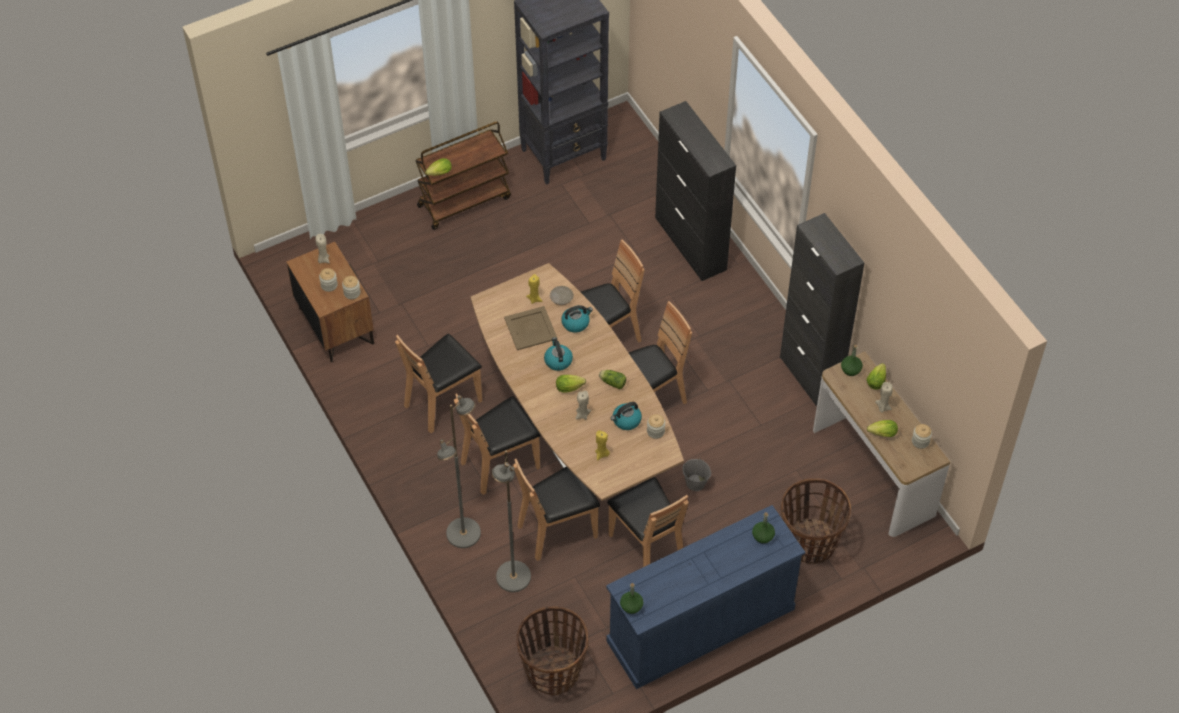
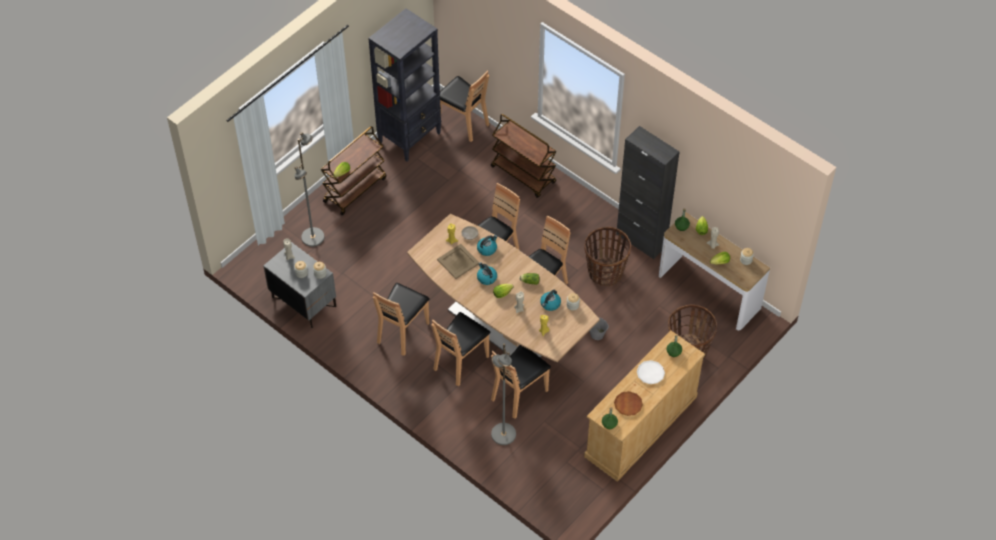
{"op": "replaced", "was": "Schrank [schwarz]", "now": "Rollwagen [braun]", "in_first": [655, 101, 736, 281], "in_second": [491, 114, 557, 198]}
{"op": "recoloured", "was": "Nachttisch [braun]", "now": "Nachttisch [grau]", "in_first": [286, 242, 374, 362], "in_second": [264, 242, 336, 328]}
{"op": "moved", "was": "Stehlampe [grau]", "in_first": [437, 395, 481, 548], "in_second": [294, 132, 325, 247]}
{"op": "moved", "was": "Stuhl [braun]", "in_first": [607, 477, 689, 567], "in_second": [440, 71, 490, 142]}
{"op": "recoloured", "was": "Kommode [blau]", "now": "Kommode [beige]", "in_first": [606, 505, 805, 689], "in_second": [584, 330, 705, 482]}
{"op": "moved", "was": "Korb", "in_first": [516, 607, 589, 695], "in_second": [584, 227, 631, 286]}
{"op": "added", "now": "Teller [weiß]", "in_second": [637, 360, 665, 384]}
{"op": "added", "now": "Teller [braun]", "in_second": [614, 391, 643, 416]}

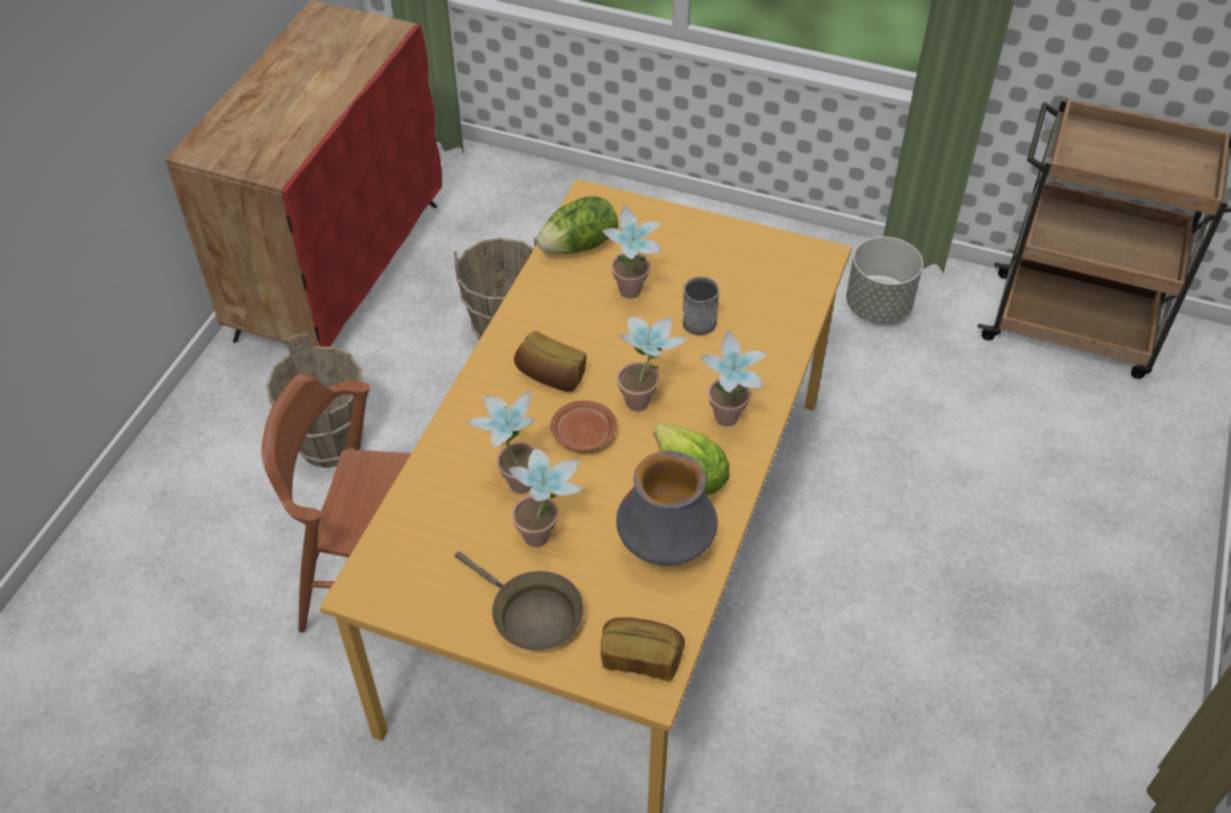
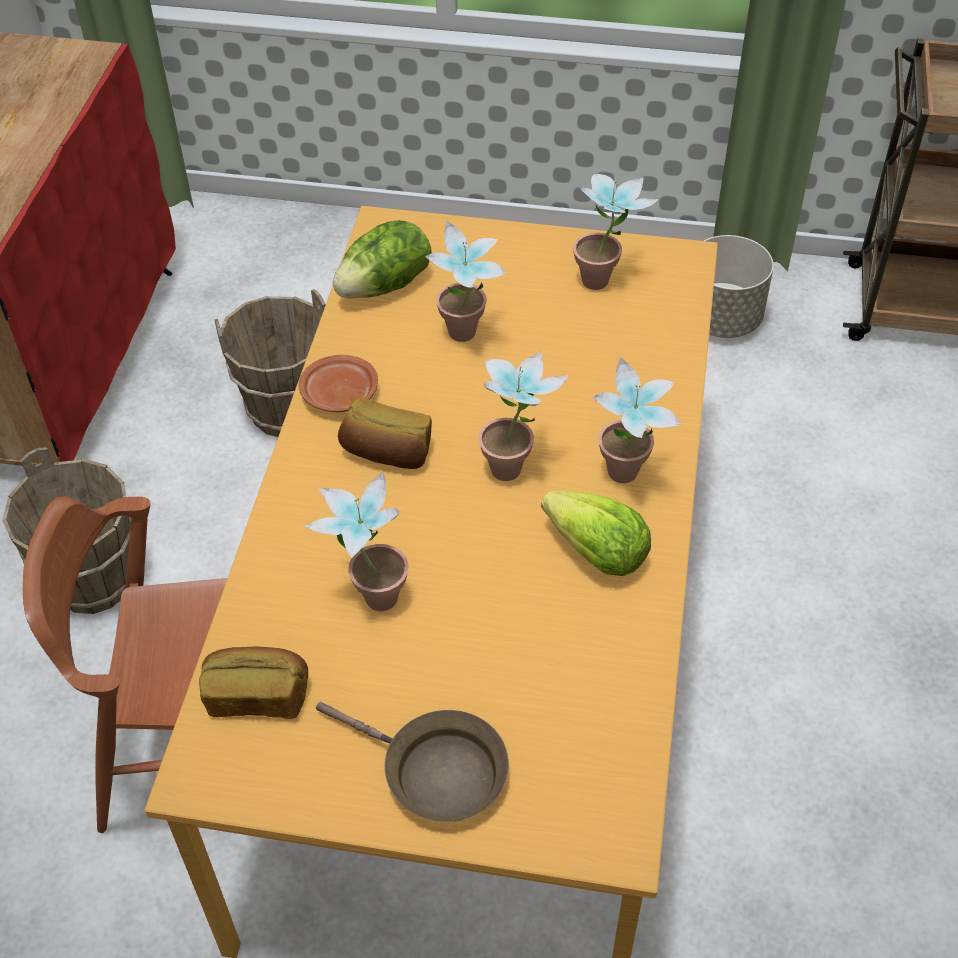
{"op": "removed", "was": "Henkelbecher [grau]", "in_first": [683, 277, 719, 336]}
{"op": "moved", "was": "Teller [braun]", "in_first": [551, 400, 617, 452], "in_second": [299, 355, 378, 412]}
{"op": "moved", "was": "Topfpflanze", "in_first": [508, 449, 584, 547], "in_second": [573, 174, 658, 290]}
{"op": "removed", "was": "Vase", "in_first": [616, 451, 718, 566]}
{"op": "moved", "was": "Brot", "in_first": [601, 617, 685, 681], "in_second": [199, 647, 308, 719]}

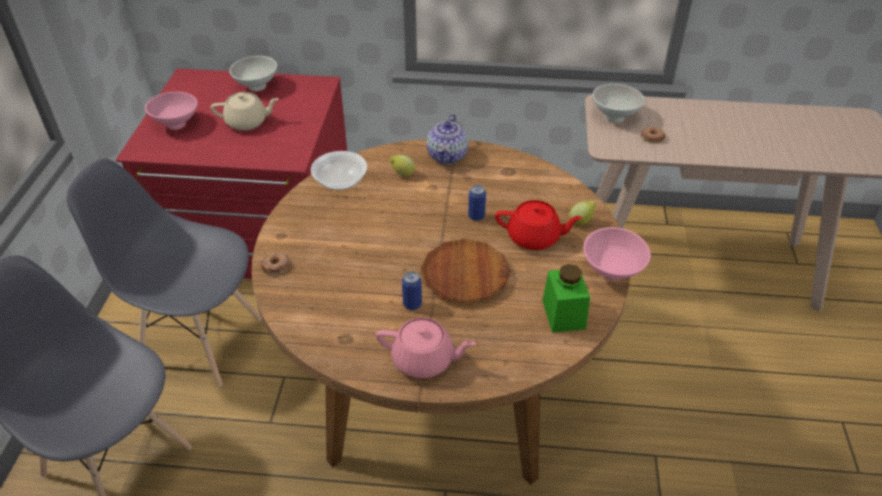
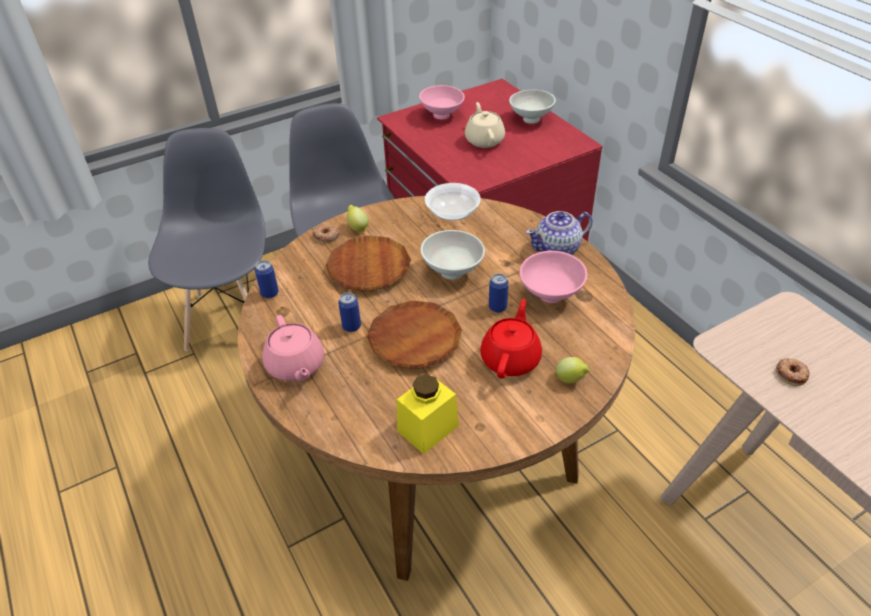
{"op": "moved", "was": "Schüssel [weiß]", "in_first": [592, 84, 645, 123], "in_second": [421, 230, 485, 280]}
{"op": "turned", "was": "Teekanne [beige]", "in_first": [211, 92, 279, 131], "in_second": [465, 102, 505, 148], "clockwise": -150}
{"op": "moved", "was": "Zitrone", "in_first": [389, 155, 415, 176], "in_second": [347, 205, 368, 232]}
{"op": "turned", "was": "Teekanne [rot]", "in_first": [495, 200, 583, 250], "in_second": [480, 299, 542, 379], "clockwise": -135}
{"op": "moved", "was": "Schüssel [rosa]", "in_first": [583, 227, 651, 280], "in_second": [520, 251, 587, 303]}
{"op": "recoloured", "was": "Vorratsglas [grün]", "now": "Vorratsglas [gelb]", "in_first": [542, 264, 590, 333], "in_second": [397, 374, 459, 454]}
{"op": "added", "now": "Teller [braun]", "in_second": [326, 235, 411, 291]}
{"op": "added", "now": "Dose", "in_second": [255, 260, 279, 299]}

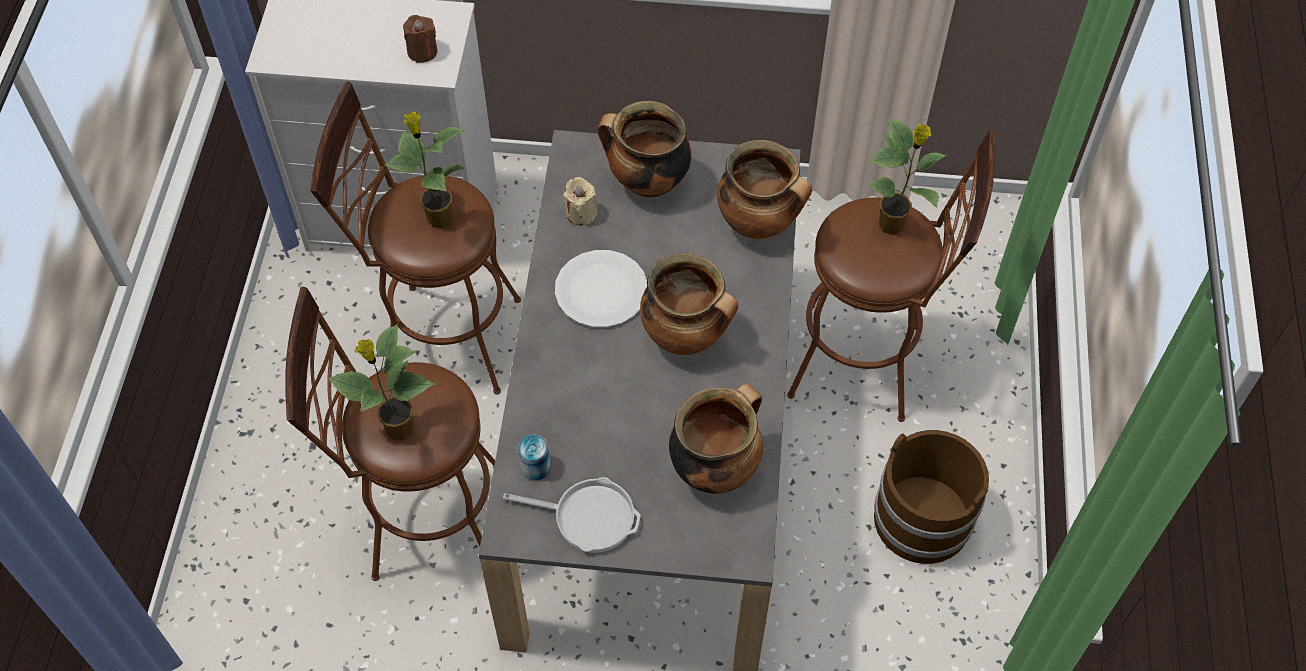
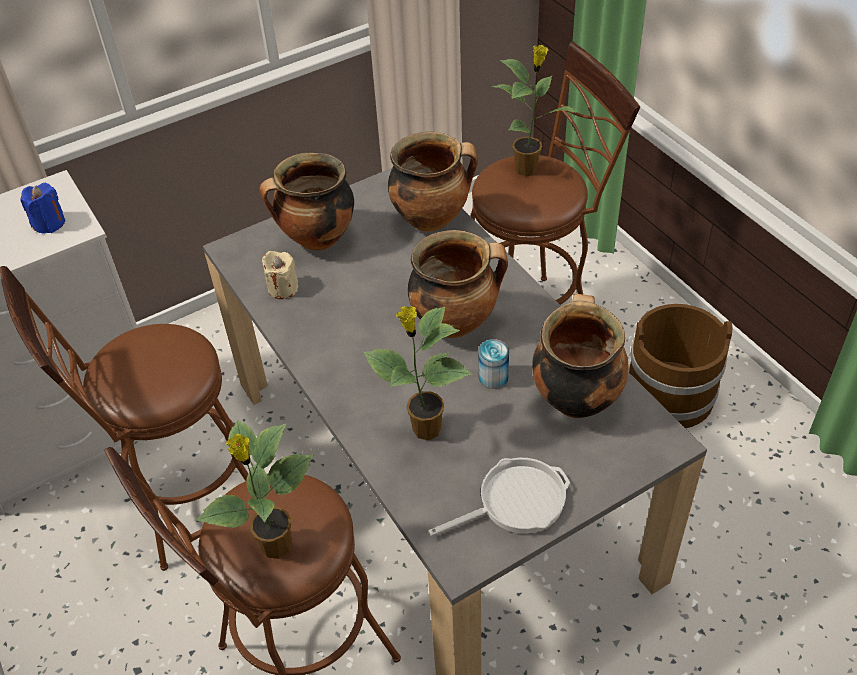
{"op": "recoloured", "was": "Kerze [braun]", "now": "Kerze [blau]", "in_first": [403, 15, 437, 63], "in_second": [20, 183, 65, 234]}
{"op": "moved", "was": "Topfpflanze", "in_first": [385, 112, 466, 228], "in_second": [363, 306, 472, 440]}
{"op": "removed", "was": "Teller [weiß]", "in_first": [555, 250, 647, 327]}
{"op": "moved", "was": "Dose", "in_first": [518, 435, 551, 481], "in_second": [479, 339, 509, 389]}

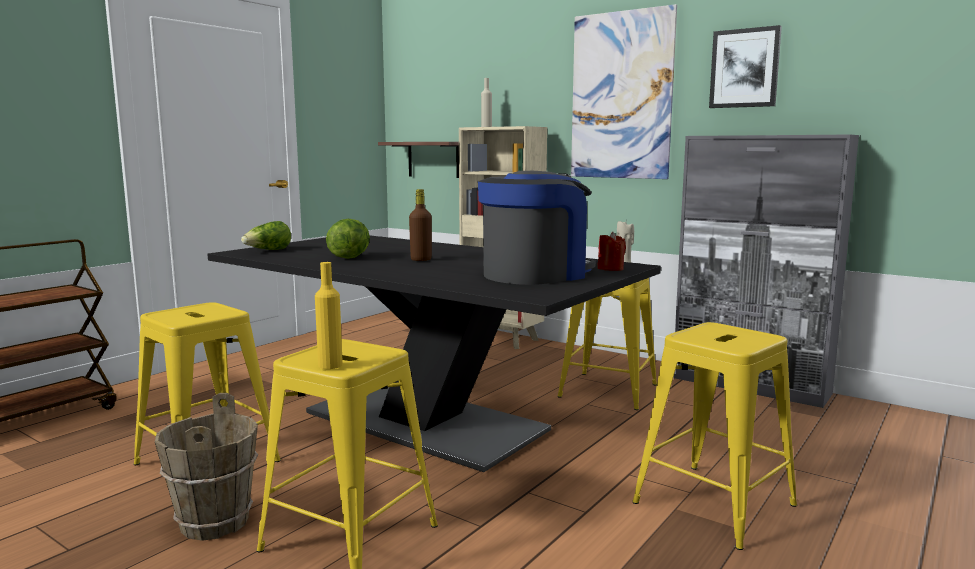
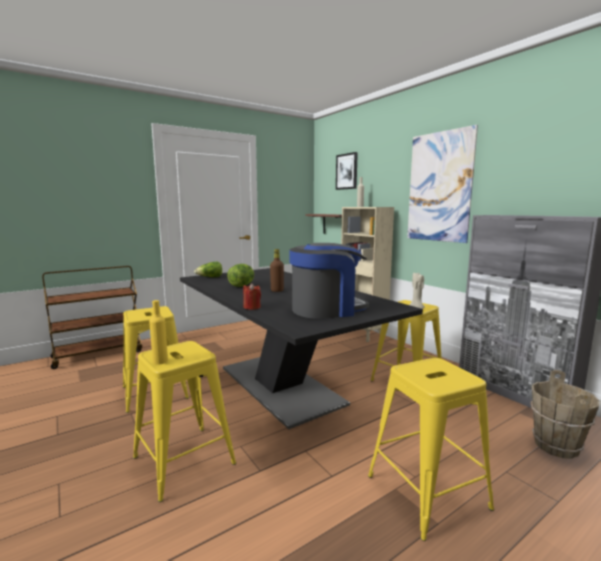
{"op": "moved", "was": "Bild", "in_first": [709, 25, 782, 108], "in_second": [336, 152, 358, 190]}
{"op": "moved", "was": "Kerze [rot]", "in_first": [597, 232, 626, 271], "in_second": [243, 283, 261, 310]}
{"op": "moved", "was": "Eimer [braun]", "in_first": [155, 393, 258, 541], "in_second": [530, 370, 600, 459]}

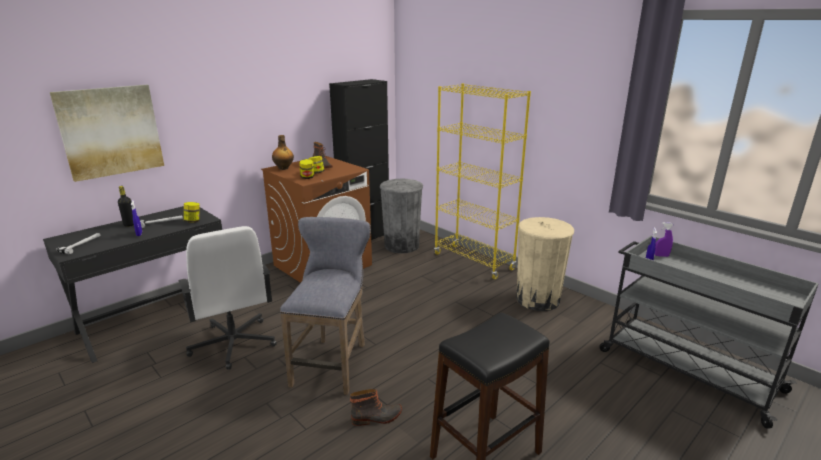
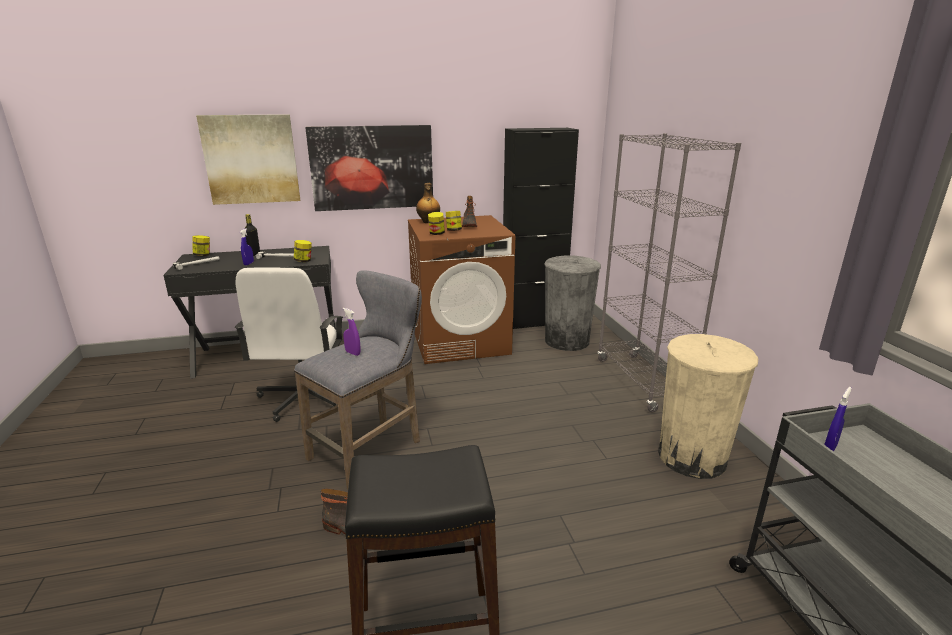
{"op": "recoloured", "was": "Bücherregal [gelb]", "now": "Bücherregal [grau]", "in_first": [434, 83, 531, 279], "in_second": [597, 133, 741, 412]}
{"op": "moved", "was": "Sprühflasche [lila]", "in_first": [655, 222, 673, 257], "in_second": [343, 308, 361, 356]}
{"op": "added", "now": "Bild", "in_second": [305, 125, 433, 211]}
{"op": "added", "now": "Vorratsglas", "in_second": [192, 235, 210, 256]}

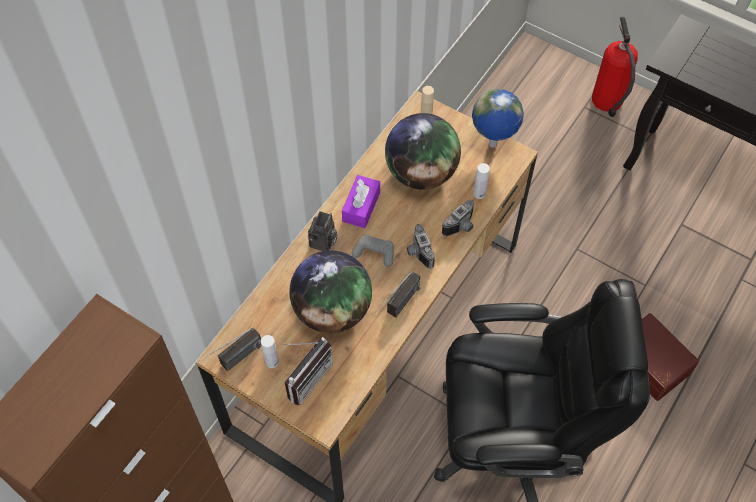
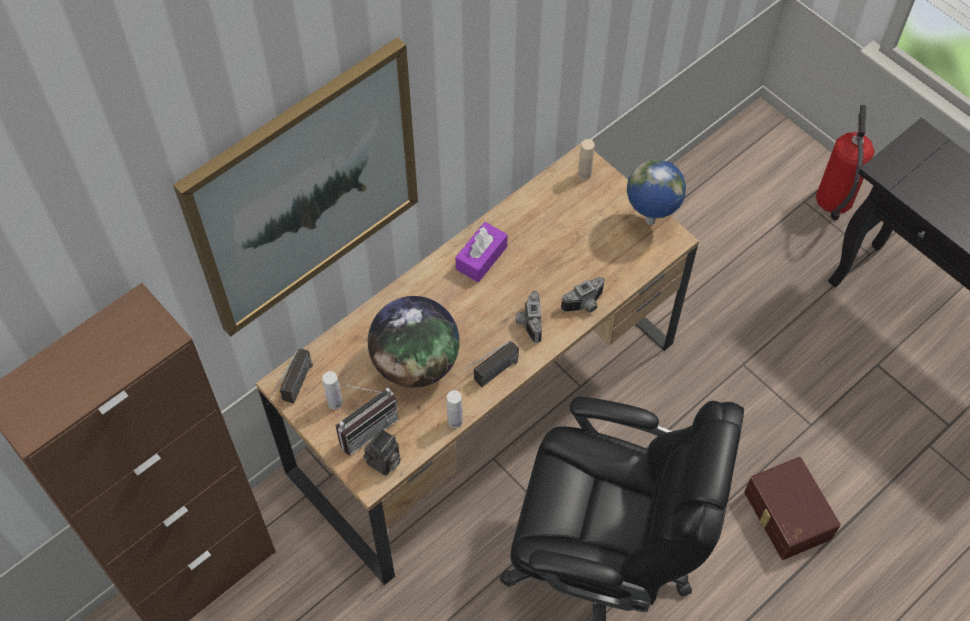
{"op": "removed", "was": "Globus", "in_first": [385, 113, 461, 189]}
{"op": "moved", "was": "Flasche [weiß]", "in_first": [473, 163, 490, 199], "in_second": [447, 390, 463, 428]}
{"op": "moved", "was": "Kamera", "in_first": [308, 211, 337, 251], "in_second": [363, 429, 401, 476]}
{"op": "removed", "was": "Gamepad [grau]", "in_first": [352, 234, 394, 267]}
{"op": "turned", "was": "Radio", "in_first": [195, 328, 261, 371], "in_second": [267, 348, 313, 404], "clockwise": -45}
{"op": "added", "now": "Bild", "in_second": [173, 37, 418, 337]}

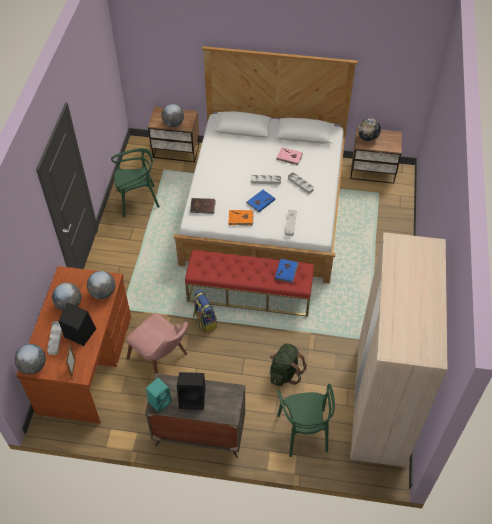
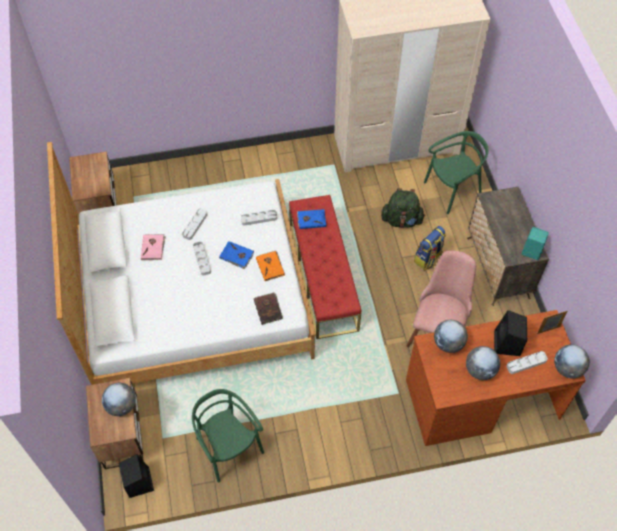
{"op": "removed", "was": "Globus", "in_first": [358, 118, 381, 141]}
{"op": "moved", "was": "Rucksack", "in_first": [193, 290, 217, 333], "in_second": [414, 226, 446, 270]}
{"op": "moved", "was": "Lautsprecher [schwarz]", "in_first": [177, 372, 206, 410], "in_second": [119, 454, 154, 498]}

